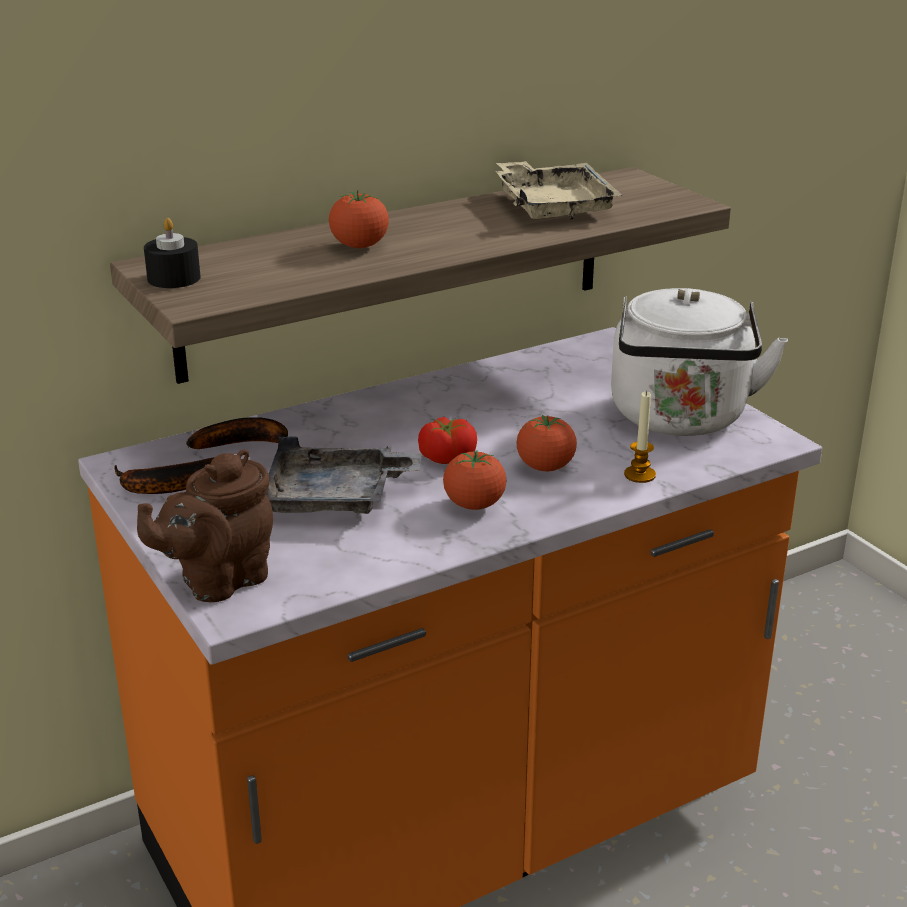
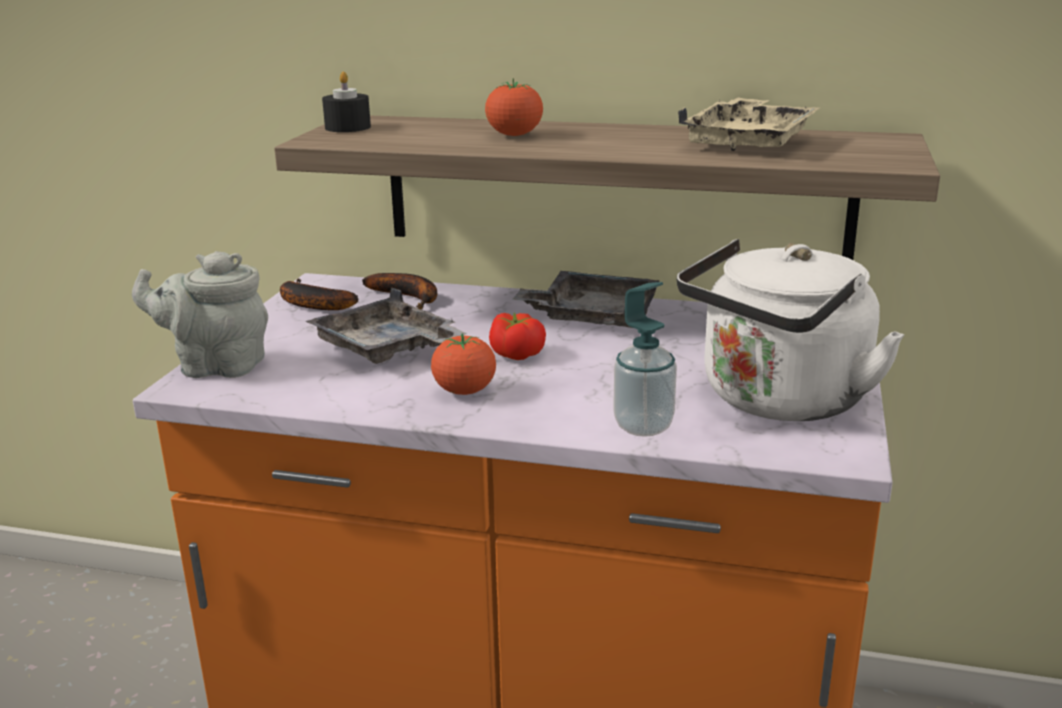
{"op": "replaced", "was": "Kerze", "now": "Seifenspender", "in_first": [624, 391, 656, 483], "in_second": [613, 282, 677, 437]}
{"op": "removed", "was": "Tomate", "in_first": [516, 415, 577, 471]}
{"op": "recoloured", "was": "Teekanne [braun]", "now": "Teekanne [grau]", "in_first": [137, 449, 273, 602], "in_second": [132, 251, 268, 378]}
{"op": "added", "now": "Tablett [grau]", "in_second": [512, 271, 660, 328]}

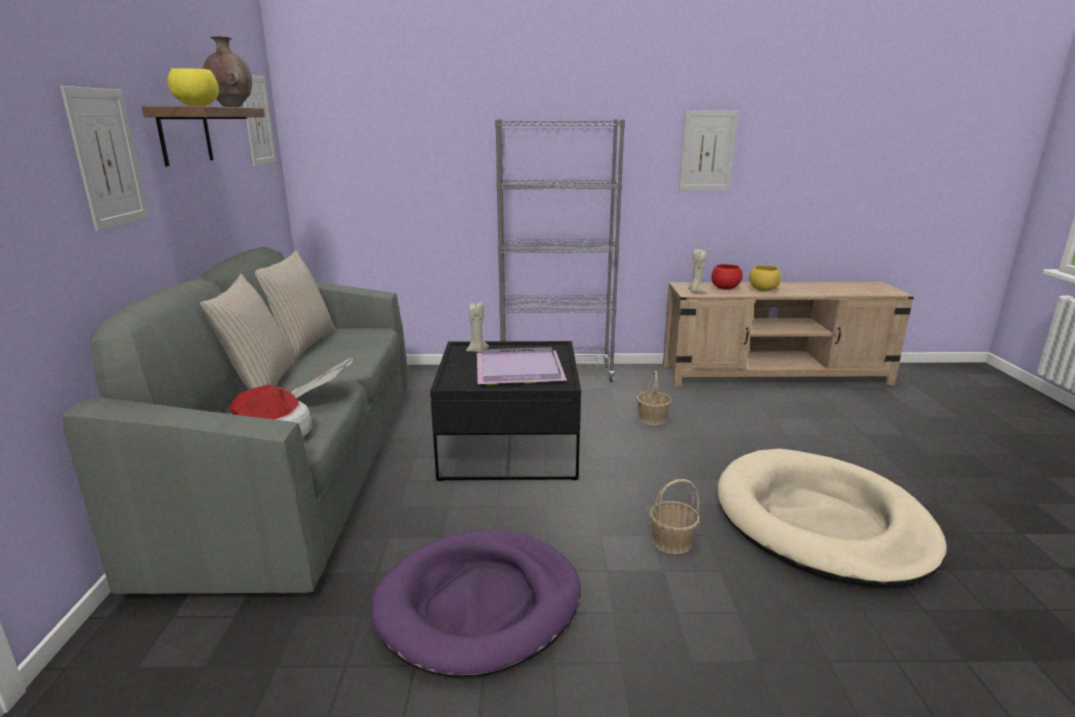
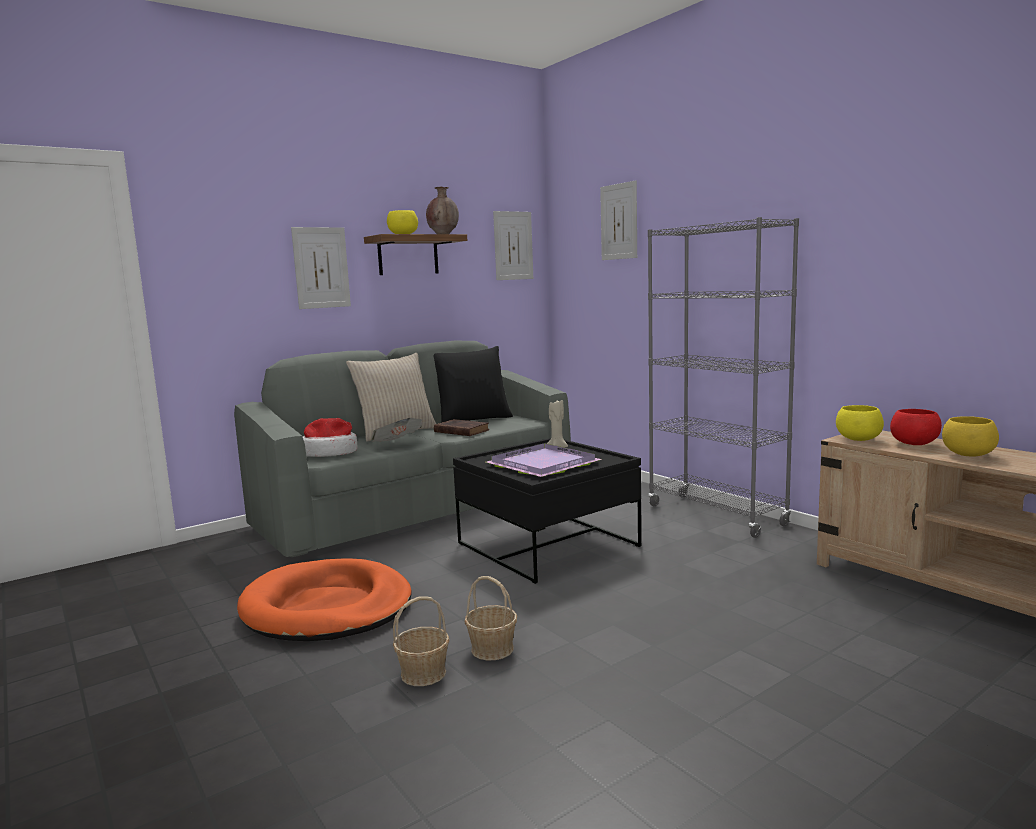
{"op": "moved", "was": "Bild", "in_first": [679, 111, 738, 190], "in_second": [600, 180, 637, 260]}
{"op": "replaced", "was": "Kerze [beige]", "now": "Schüssel [gelb]", "in_first": [688, 249, 706, 293], "in_second": [836, 405, 884, 441]}
{"op": "recoloured", "was": "Kissen [beige]", "now": "Kissen [schwarz]", "in_first": [255, 250, 337, 362], "in_second": [434, 346, 513, 423]}
{"op": "moved", "was": "Korb", "in_first": [636, 371, 672, 425], "in_second": [393, 596, 450, 686]}
{"op": "removed", "was": "Hundebett [beige]", "in_first": [717, 449, 947, 587]}
{"op": "recoloured", "was": "Hundebett [lila]", "now": "Hundebett [orange]", "in_first": [371, 529, 581, 678], "in_second": [237, 558, 412, 641]}
{"op": "added", "now": "Buch [braun]", "in_second": [434, 419, 489, 436]}

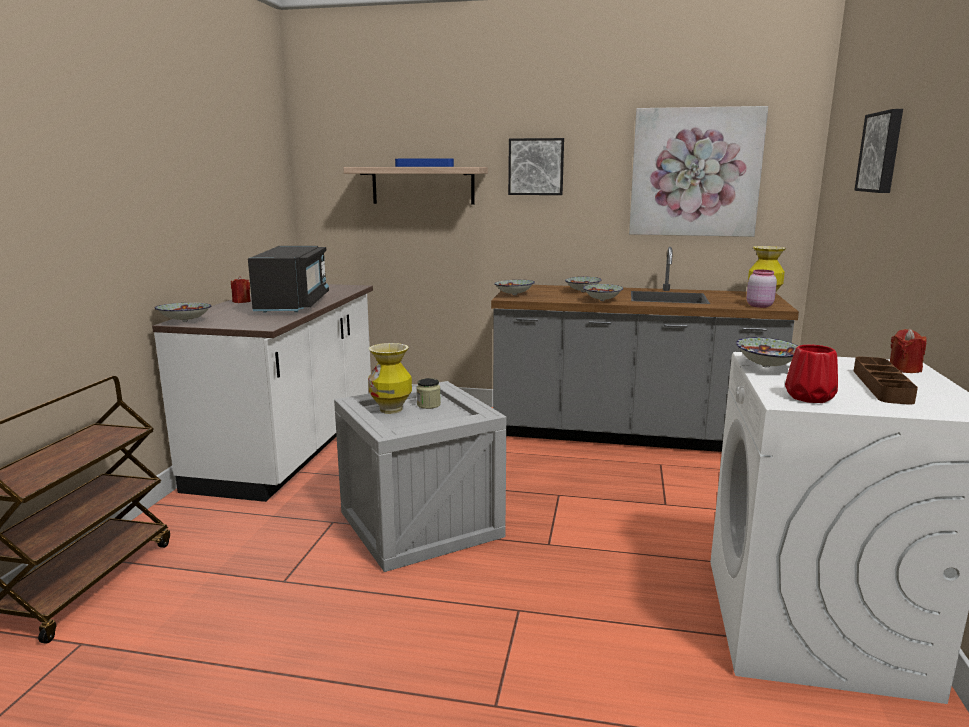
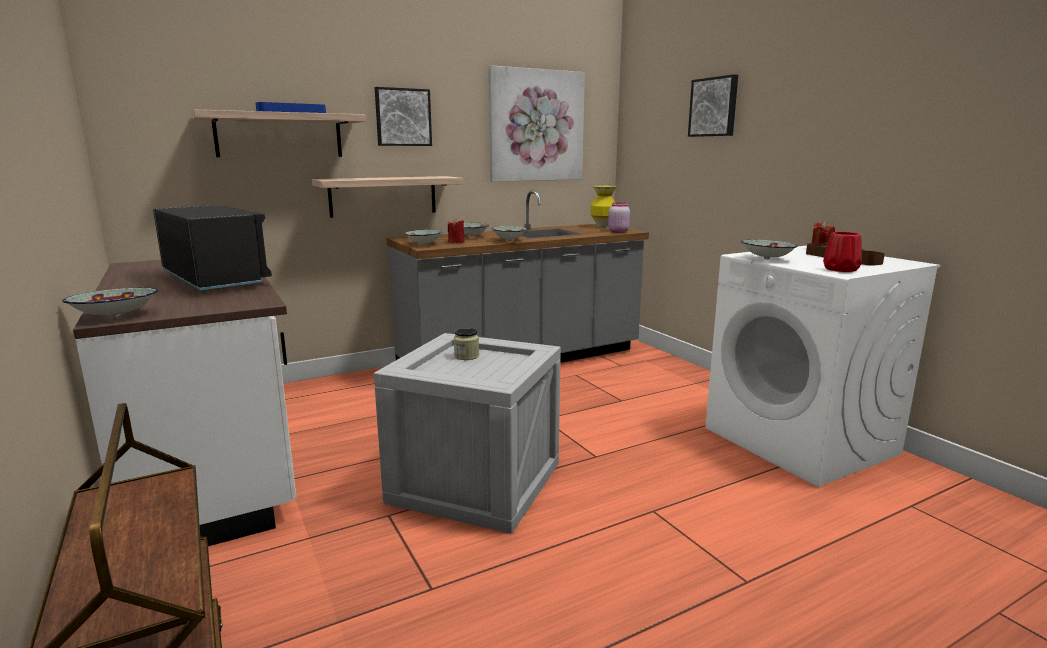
{"op": "moved", "was": "Kerze [rot]", "in_first": [231, 276, 251, 303], "in_second": [448, 218, 464, 243]}
{"op": "removed", "was": "Vase", "in_first": [368, 343, 412, 414]}
{"op": "added", "now": "Wandregal", "in_second": [312, 176, 463, 218]}

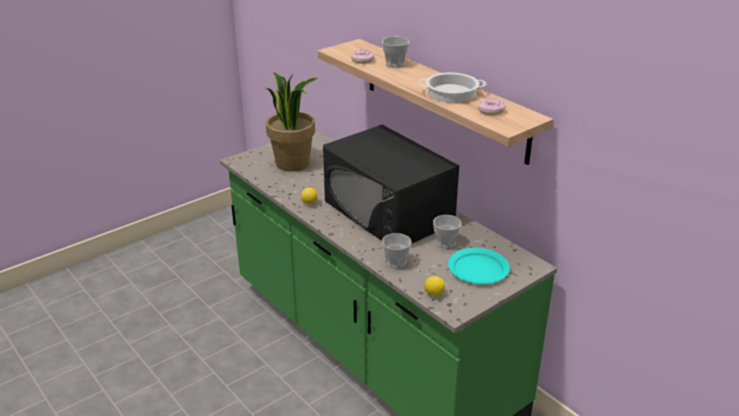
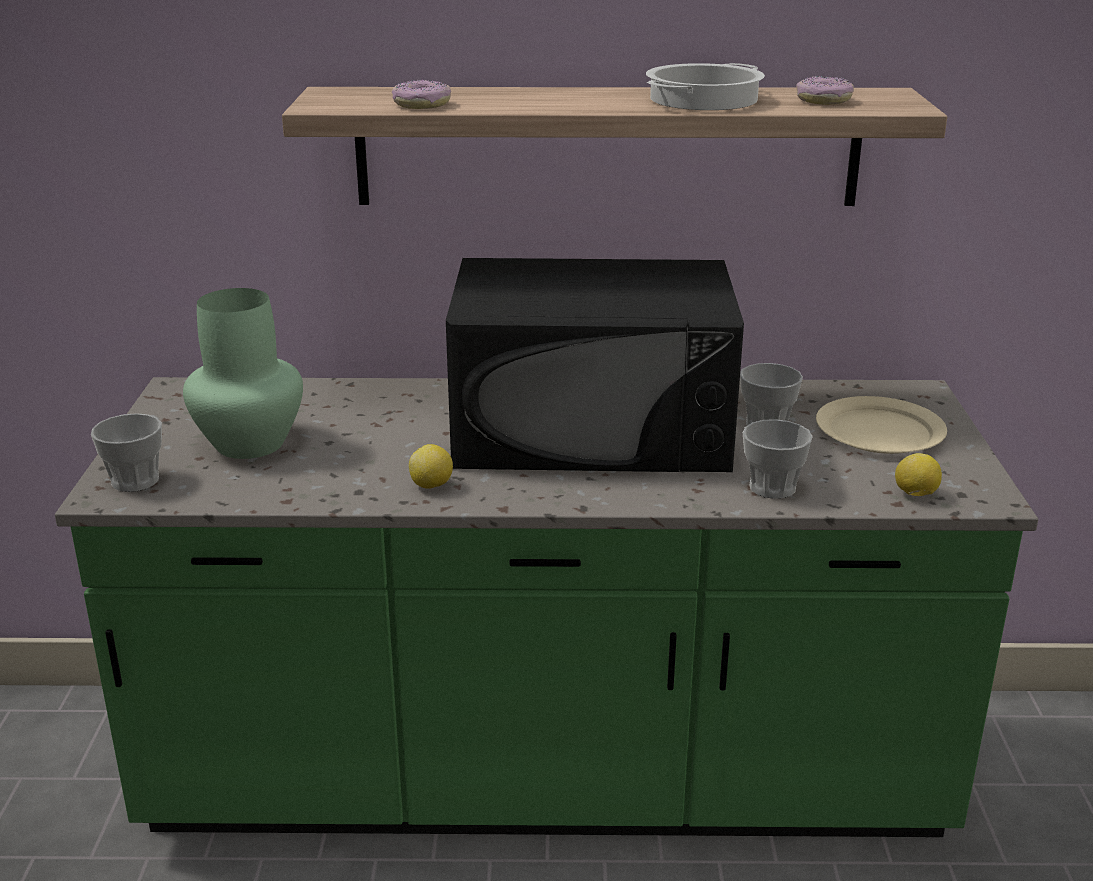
{"op": "moved", "was": "Tasse", "in_first": [382, 37, 409, 68], "in_second": [91, 413, 162, 492]}
{"op": "replaced", "was": "Topfpflanze", "now": "Vase [grün]", "in_first": [266, 72, 318, 172], "in_second": [183, 288, 303, 459]}
{"op": "recoloured", "was": "Teller [türkis]", "now": "Teller [beige]", "in_first": [448, 248, 510, 284], "in_second": [816, 396, 947, 454]}

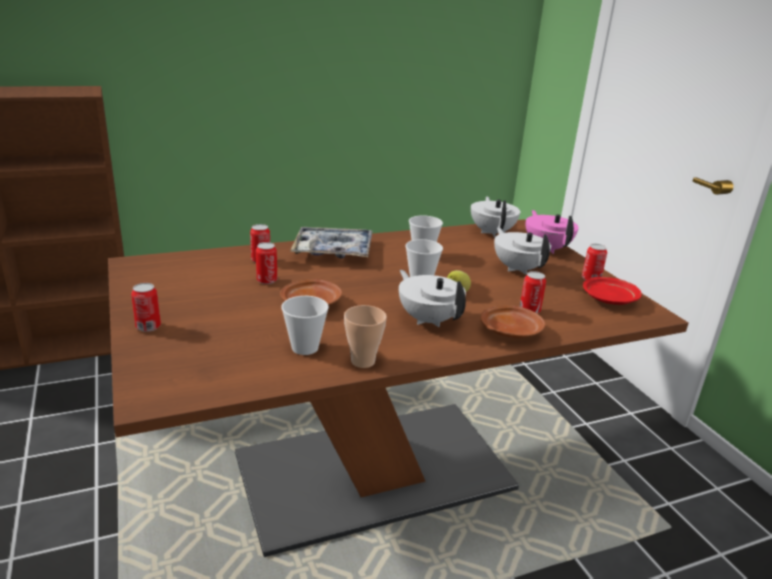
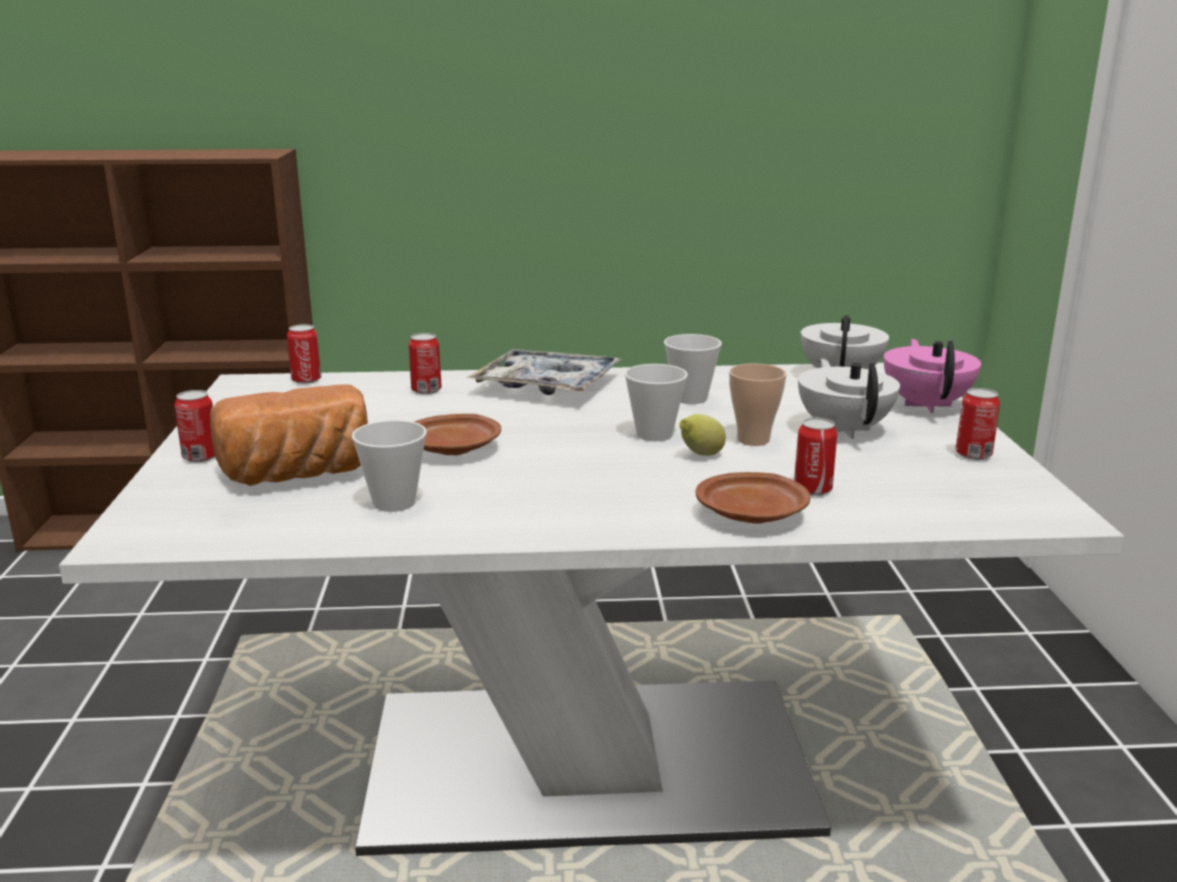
{"op": "recoloured", "was": "Esstisch [braun]", "now": "Esstisch [weiß]", "in_first": [108, 219, 688, 557], "in_second": [59, 363, 1124, 856]}
{"op": "moved", "was": "Dose", "in_first": [256, 242, 277, 284], "in_second": [287, 324, 321, 384]}
{"op": "removed", "was": "Teekanne [weiß]", "in_first": [399, 270, 466, 327]}
{"op": "removed", "was": "Teller [rot]", "in_first": [583, 277, 642, 305]}
{"op": "moved", "was": "Tasse", "in_first": [344, 305, 387, 368], "in_second": [729, 363, 786, 446]}
{"op": "added", "now": "Brot", "in_second": [210, 384, 368, 486]}

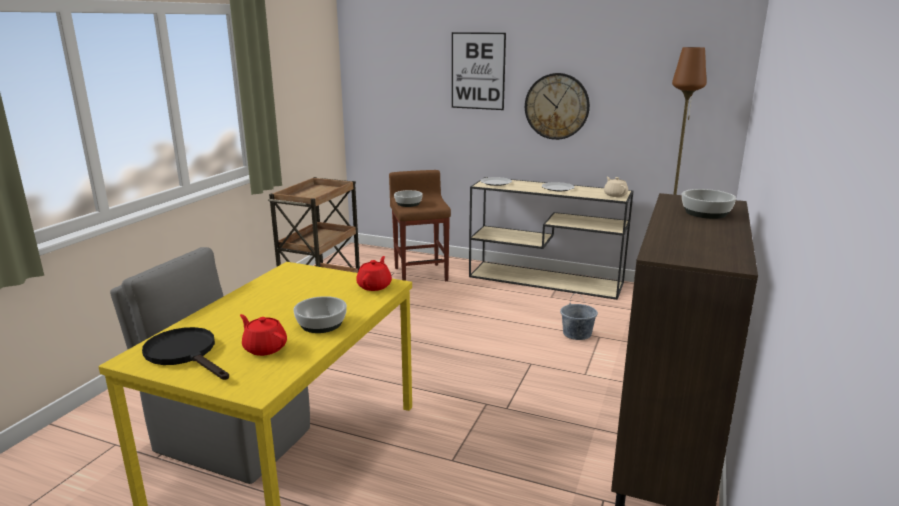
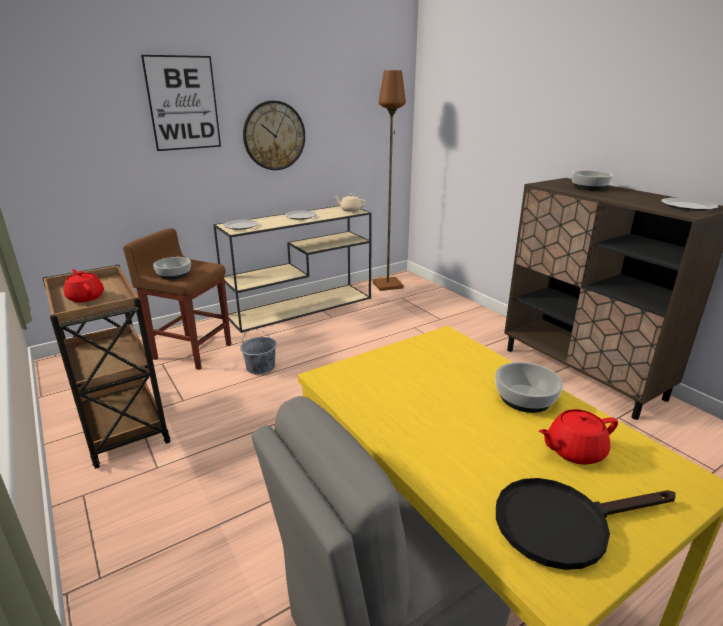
{"op": "moved", "was": "Teekanne [rot]", "in_first": [356, 256, 392, 291], "in_second": [64, 269, 104, 302]}
{"op": "moved", "was": "Eimer [grau]", "in_first": [560, 293, 598, 340], "in_second": [240, 329, 277, 375]}
{"op": "added", "now": "Teller", "in_second": [661, 198, 719, 211]}

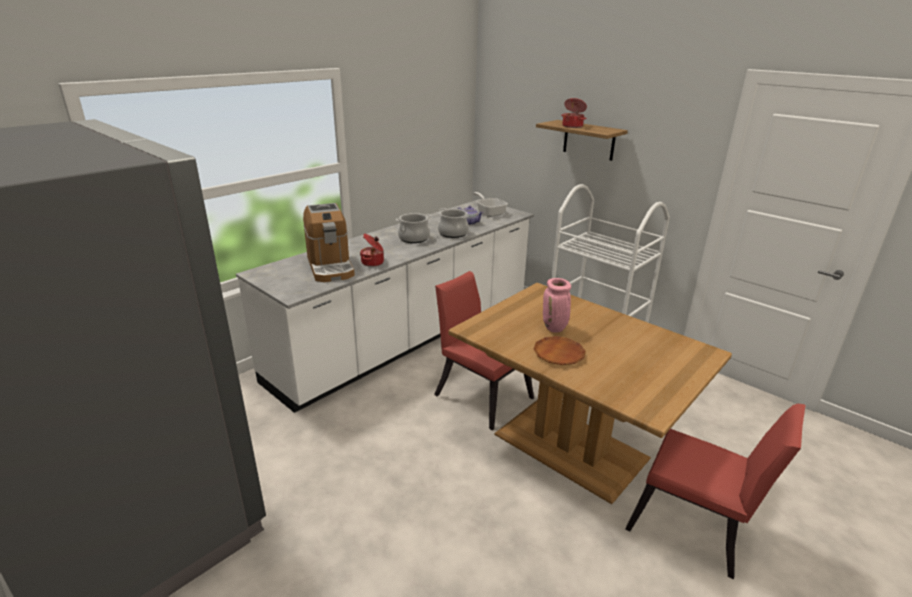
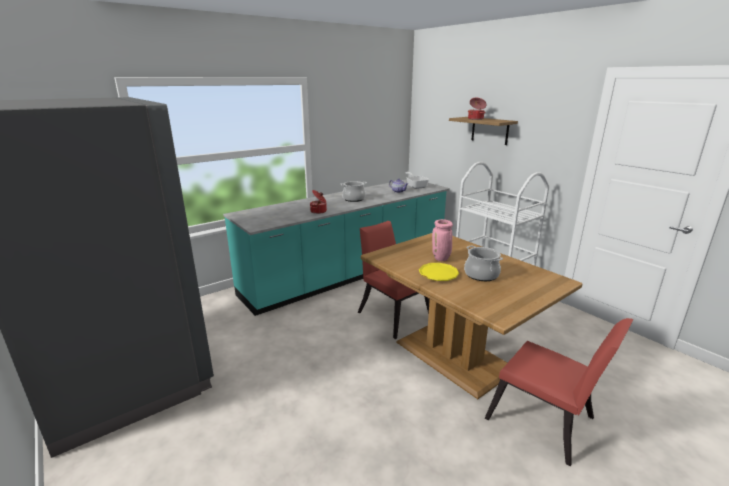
{"op": "recoloured", "was": "Küchenzeile [weiß]", "now": "Küchenzeile [türkis]", "in_first": [236, 199, 534, 413], "in_second": [223, 180, 450, 316]}
{"op": "removed", "was": "Kaffeemaschine", "in_first": [303, 203, 355, 282]}
{"op": "moved", "was": "Kochtopf", "in_first": [438, 208, 469, 238], "in_second": [464, 246, 503, 281]}
{"op": "recoloured", "was": "Teller [braun]", "now": "Teller [gelb]", "in_first": [533, 336, 586, 365], "in_second": [419, 263, 459, 281]}

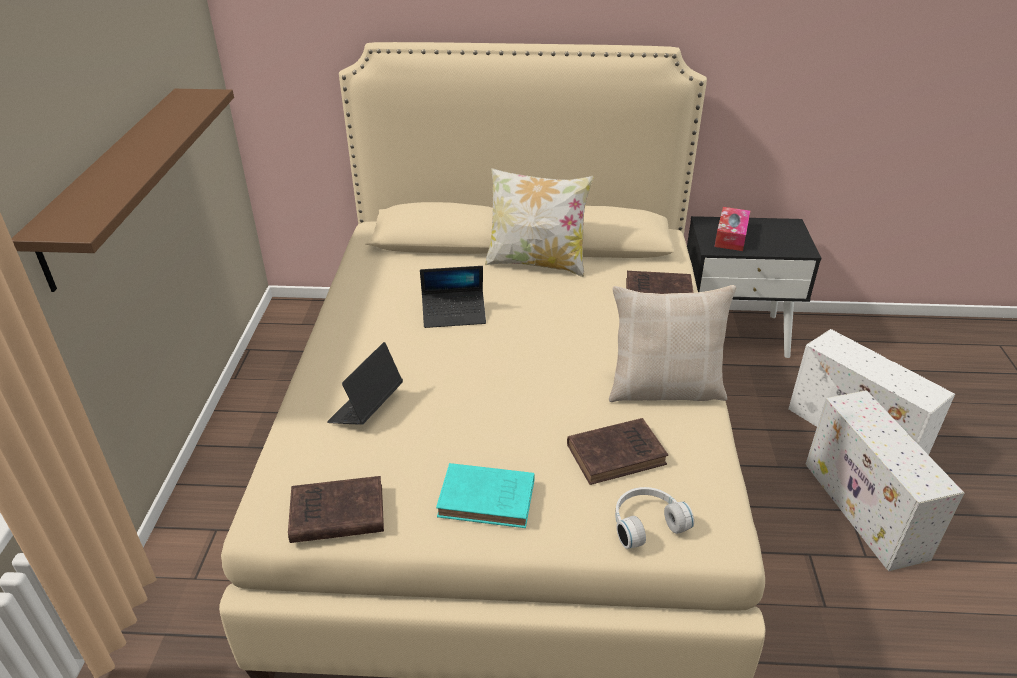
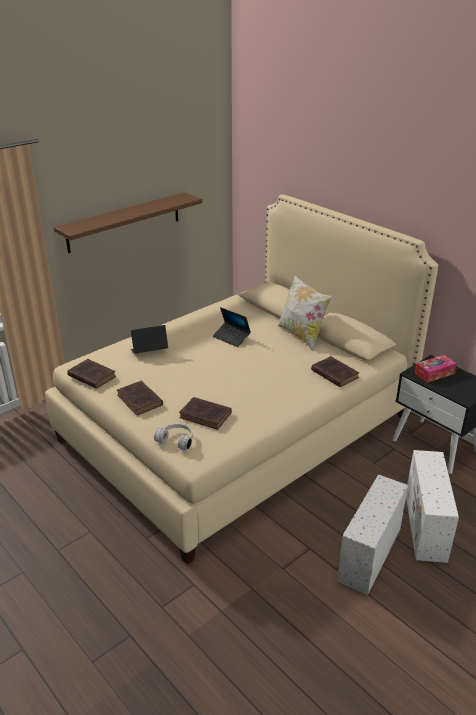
{"op": "removed", "was": "Kissen [beige]", "in_first": [609, 285, 736, 402]}
{"op": "recoloured", "was": "Buch [türkis]", "now": "Buch [braun]", "in_first": [436, 463, 535, 528], "in_second": [117, 381, 163, 415]}

